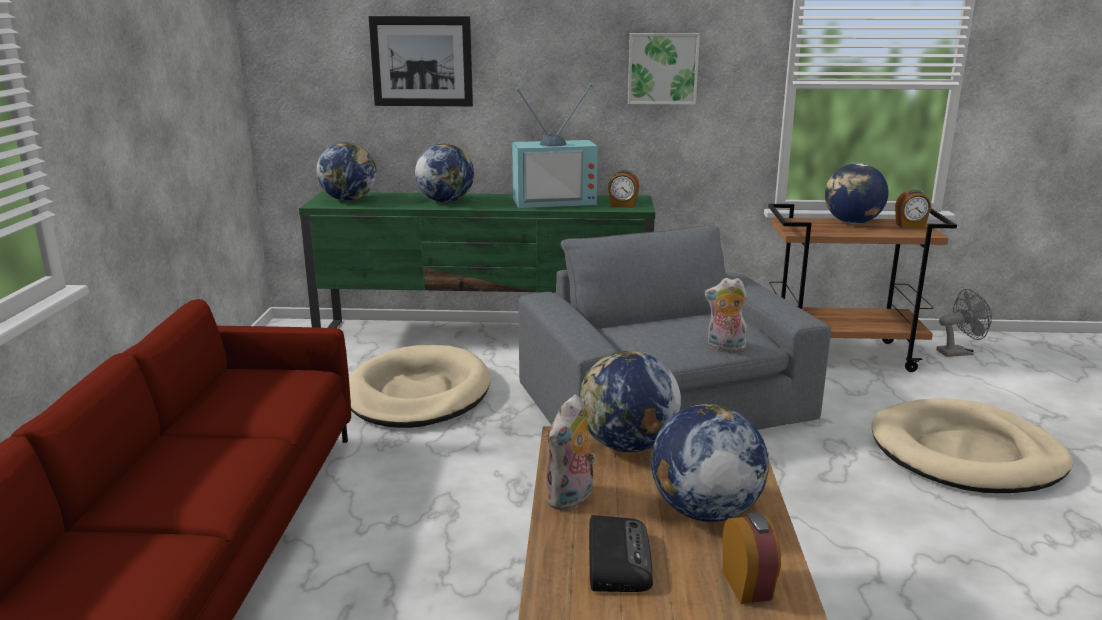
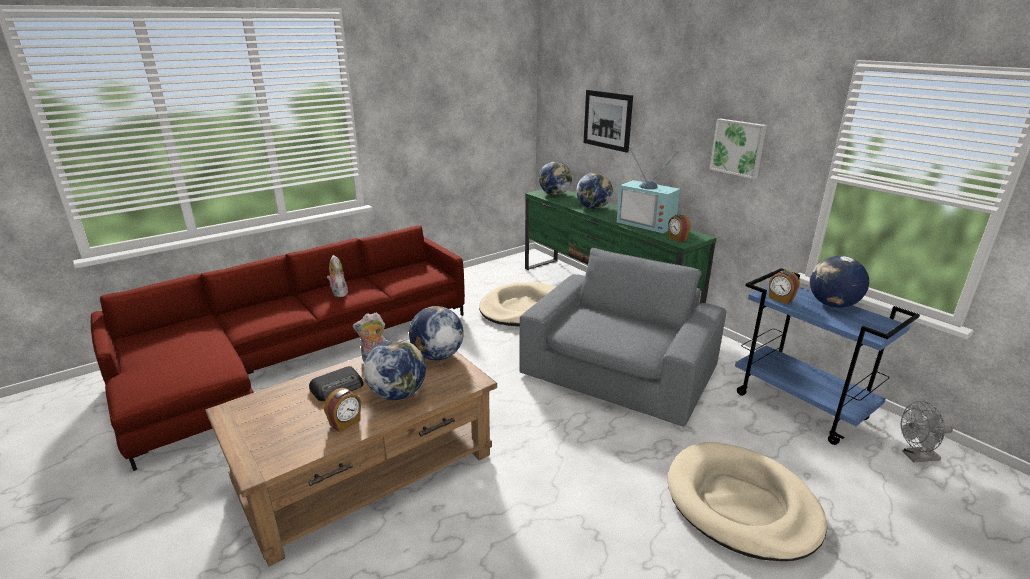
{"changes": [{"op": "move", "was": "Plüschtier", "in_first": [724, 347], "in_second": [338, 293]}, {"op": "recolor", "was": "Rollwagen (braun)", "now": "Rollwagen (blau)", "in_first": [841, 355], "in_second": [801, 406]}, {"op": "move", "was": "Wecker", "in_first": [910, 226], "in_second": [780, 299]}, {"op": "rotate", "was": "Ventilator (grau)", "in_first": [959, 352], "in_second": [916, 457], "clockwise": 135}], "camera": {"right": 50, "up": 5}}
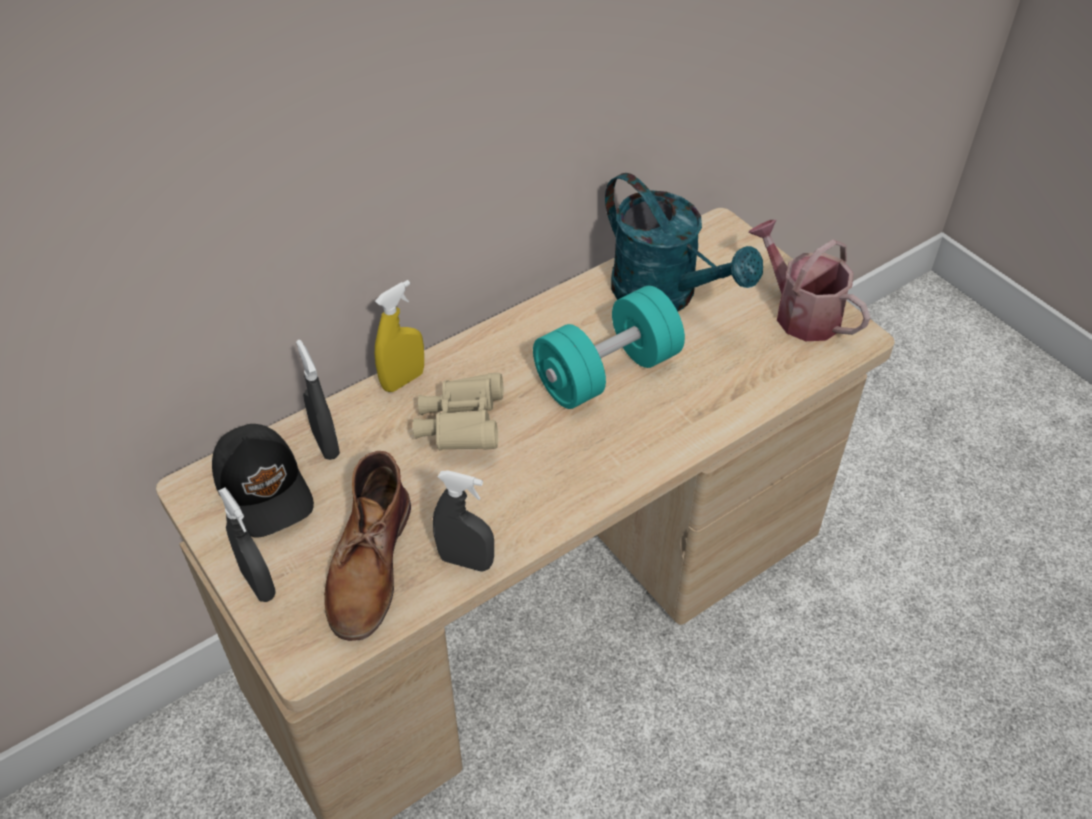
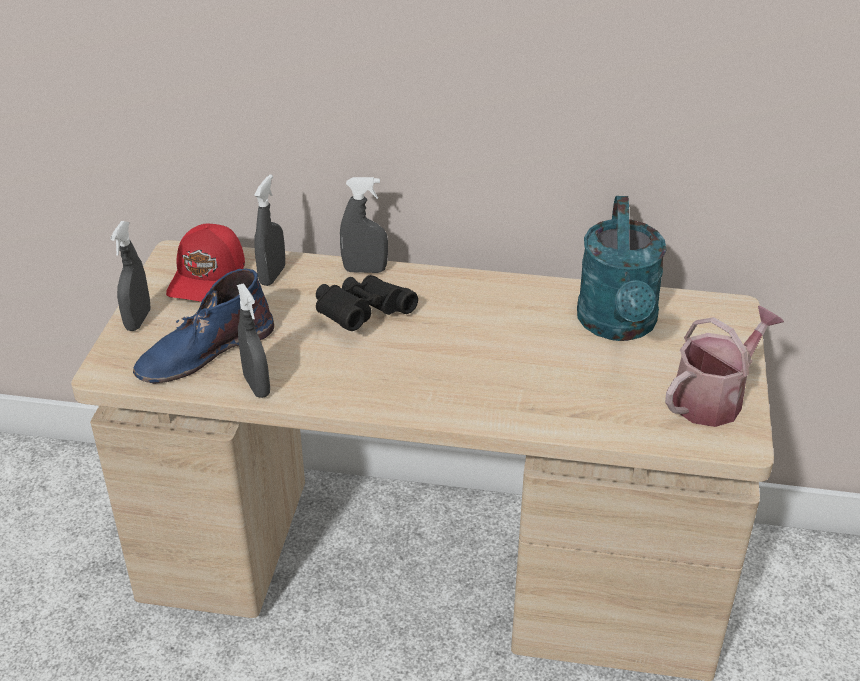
{"changes": [{"op": "recolor", "was": "Stiefel (braun)", "now": "Stiefel (blau)", "in_first": [369, 565], "in_second": [204, 351]}, {"op": "recolor", "was": "Kappe (schwarz)", "now": "Kappe (rot)", "in_first": [265, 489], "in_second": [208, 277]}, {"op": "recolor", "was": "Fernglas (beige)", "now": "Fernglas (schwarz)", "in_first": [462, 427], "in_second": [361, 316]}, {"op": "recolor", "was": "Sprühflasche (gelb)", "now": "Sprühflasche (grau)", "in_first": [403, 380], "in_second": [365, 270]}, {"op": "rotate", "was": "Gießkanne", "in_first": [800, 312], "in_second": [714, 398], "clockwise": 45}, {"op": "delete", "was": "Hantel (türkis)", "in_first": [607, 372]}], "camera": {"right": 45, "up": -10}}
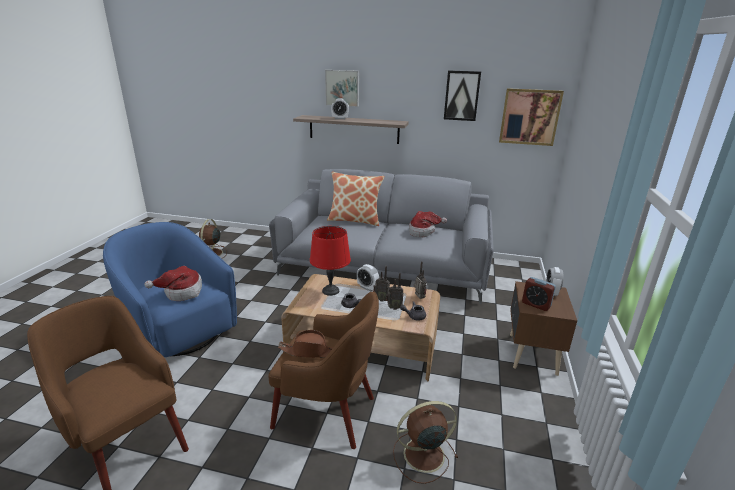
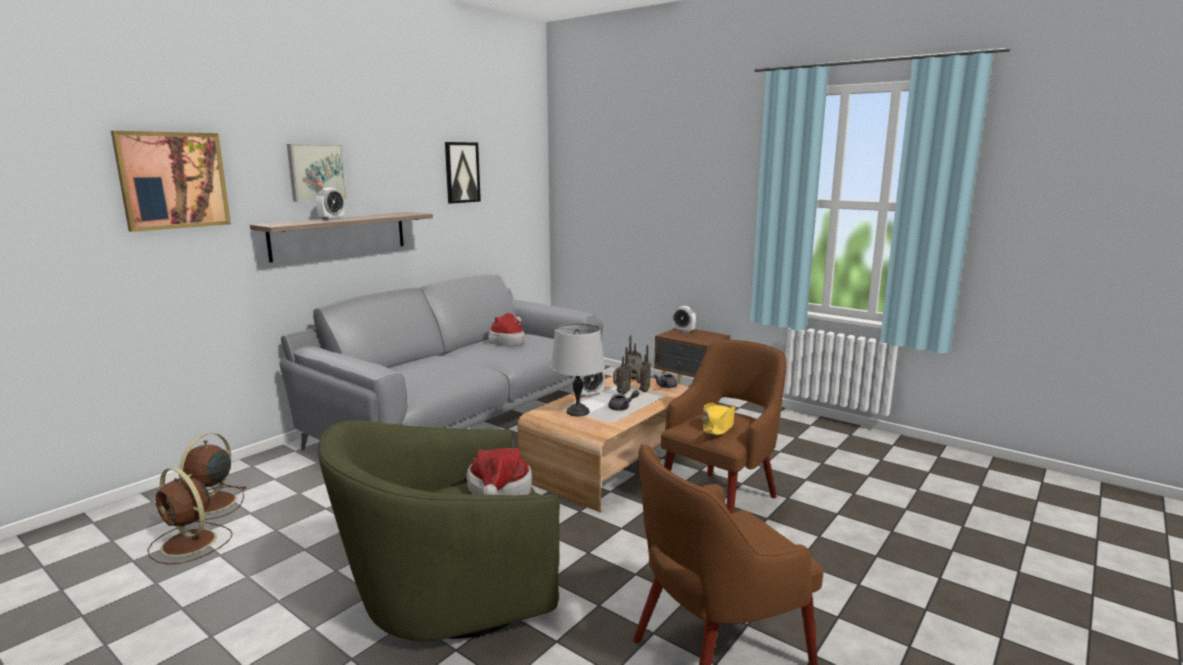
{"changes": [{"op": "move", "was": "Bild", "in_first": [529, 117], "in_second": [173, 180]}, {"op": "move", "was": "Ventilator (braun)", "in_first": [422, 455], "in_second": [211, 504]}, {"op": "recolor", "was": "Sessel (blau)", "now": "Sessel (grün)", "in_first": [179, 330], "in_second": [451, 597]}, {"op": "recolor", "was": "Tischlampe (rot)", "now": "Tischlampe (grau)", "in_first": [330, 291], "in_second": [578, 412]}, {"op": "recolor", "was": "Hut (braun)", "now": "Hut (gelb)", "in_first": [310, 351], "in_second": [718, 426]}, {"op": "delete", "was": "Kissen", "in_first": [355, 220]}, {"op": "delete", "was": "Wecker", "in_first": [536, 304]}], "camera": {"right": -65, "up": -10}}
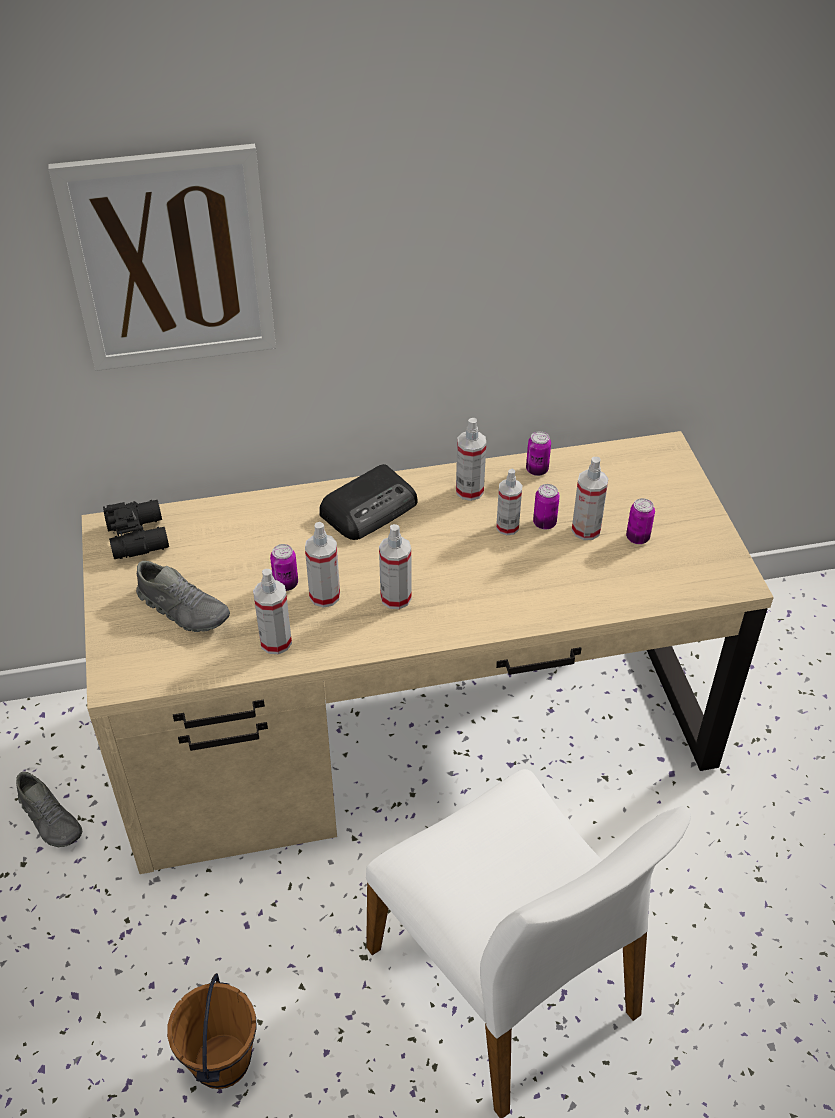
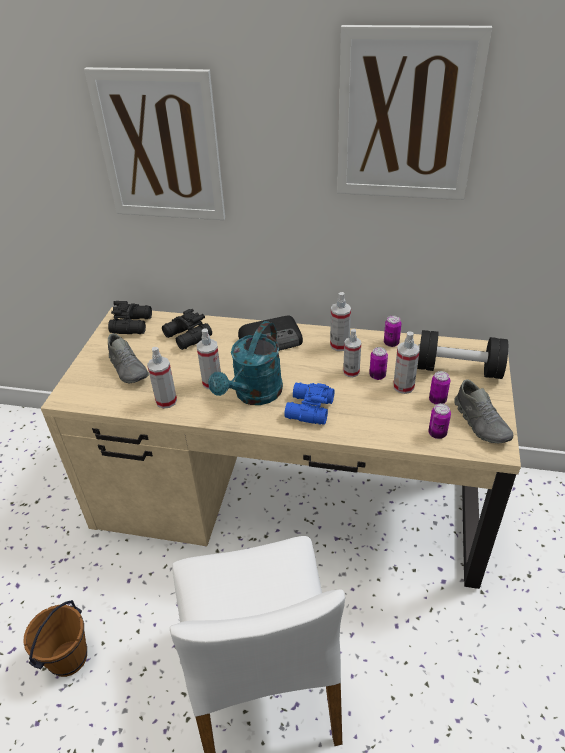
{"changes": [{"op": "insert", "now": "Fernglas (schwarz)", "in_second": [187, 337]}, {"op": "replace", "was": "Sprühflasche", "now": "Gießkanne (türkis)", "in_first": [396, 598], "in_second": [254, 395]}, {"op": "insert", "now": "Fernglas (blau)", "in_second": [308, 409]}, {"op": "insert", "now": "Bild", "in_second": [406, 117]}, {"op": "insert", "now": "Hantel (schwarz)", "in_second": [458, 369]}, {"op": "move", "was": "Dose", "in_first": [286, 584], "in_second": [437, 433]}, {"op": "move", "was": "Schuh (grau)", "in_first": [51, 819], "in_second": [481, 423]}], "camera": {"right": 25, "up": -5}}
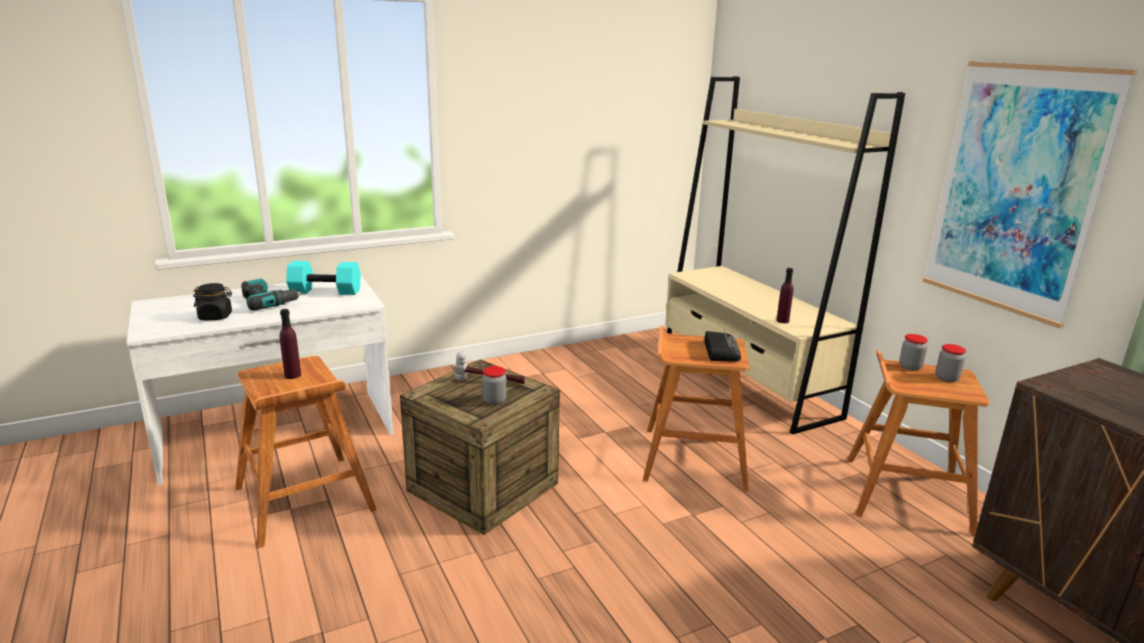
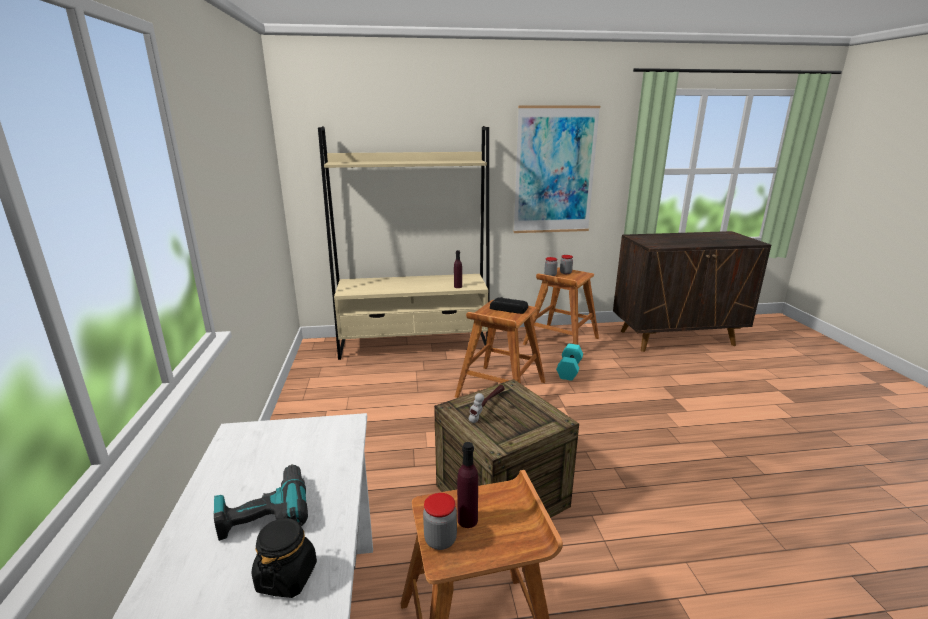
{"changes": [{"op": "move", "was": "Vorratsglas", "in_first": [494, 401], "in_second": [440, 540]}, {"op": "move", "was": "Hantel (türkis)", "in_first": [326, 291], "in_second": [568, 369]}], "camera": {"right": -70, "up": 0}}
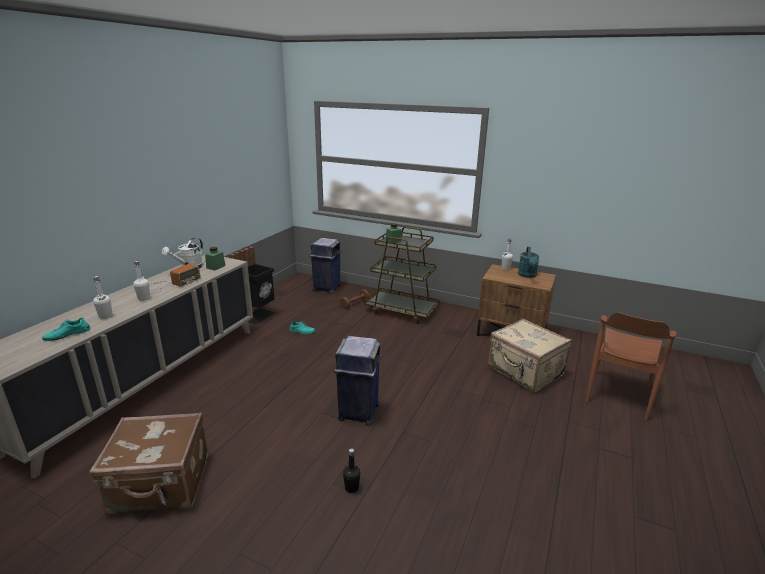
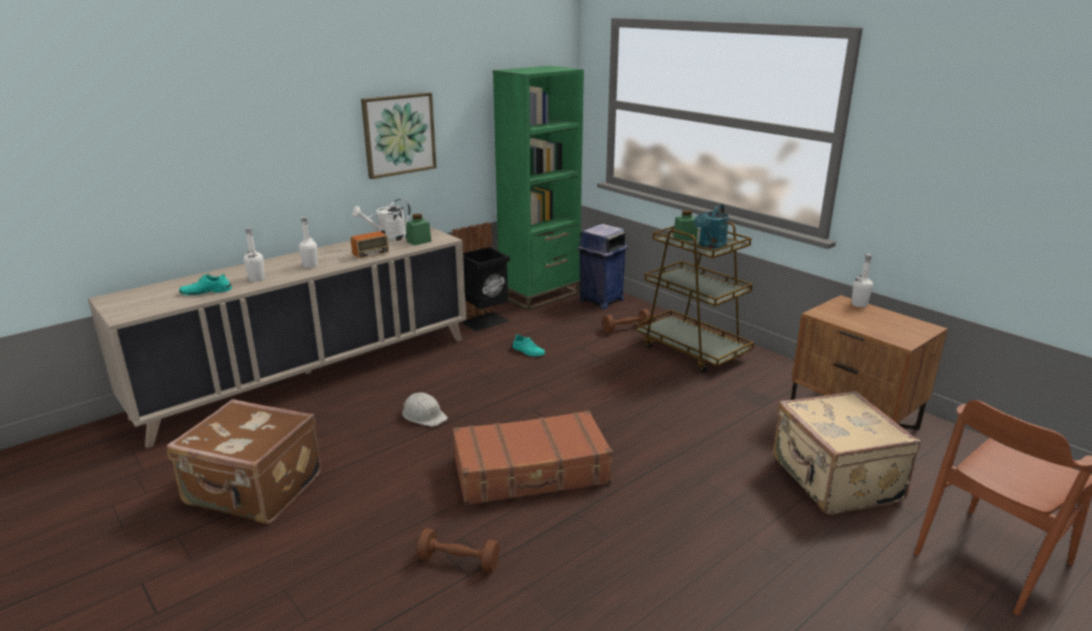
{"changes": [{"op": "insert", "now": "Bild", "in_second": [399, 134]}, {"op": "insert", "now": "Schutzhelm (weiß)", "in_second": [424, 415]}, {"op": "replace", "was": "Flasche (schwarz)", "now": "Hantel (braun)", "in_first": [351, 488], "in_second": [459, 561]}, {"op": "replace", "was": "Mülleimer (blau)", "now": "Koffer (braun)", "in_first": [358, 413], "in_second": [531, 472]}, {"op": "insert", "now": "Bücherregal (grün)", "in_second": [539, 295]}, {"op": "move", "was": "Gießkanne (türkis)", "in_first": [527, 275], "in_second": [710, 246]}], "camera": {"right": 25, "up": 0}}
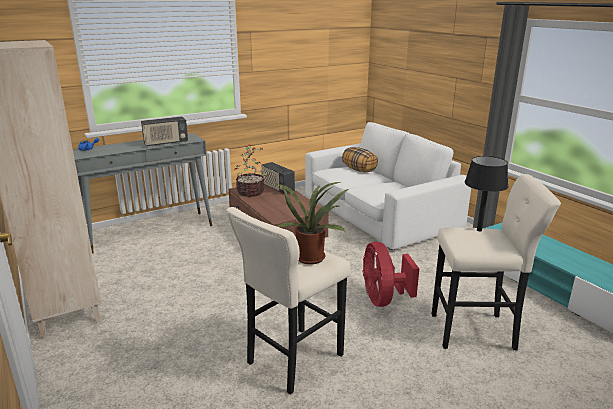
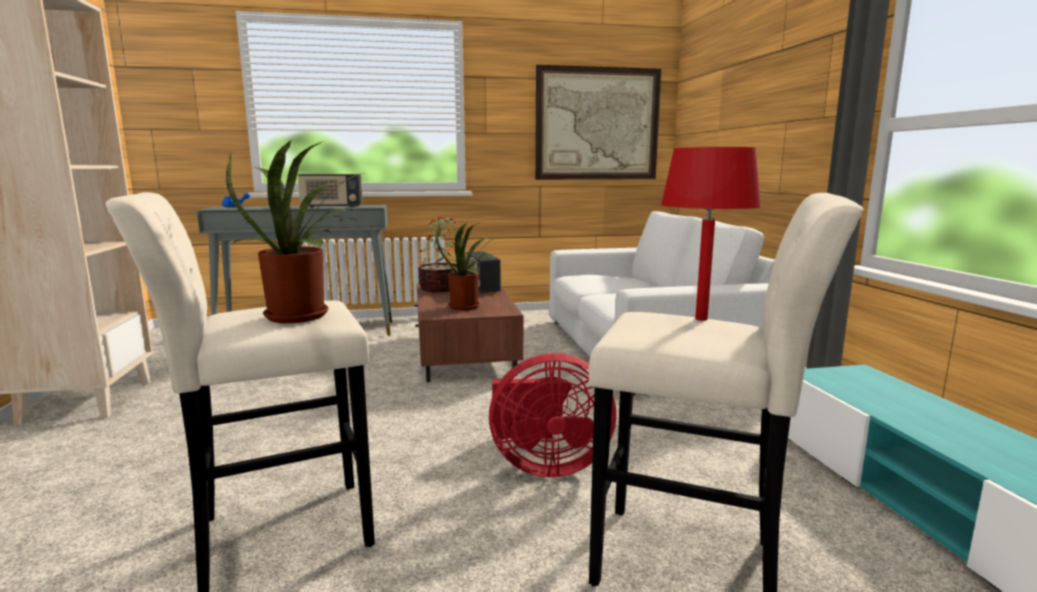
{"changes": [{"op": "insert", "now": "Topfpflanze", "in_second": [467, 306]}, {"op": "rotate", "was": "Ventilator (rot)", "in_first": [383, 299], "in_second": [545, 465], "clockwise": -105}, {"op": "insert", "now": "Bild", "in_second": [597, 124]}, {"op": "recolor", "was": "Tischlampe (schwarz)", "now": "Tischlampe (rot)", "in_first": [479, 230], "in_second": [700, 319]}, {"op": "delete", "was": "Kissen", "in_first": [359, 170]}], "camera": {"right": 20, "up": -10}}
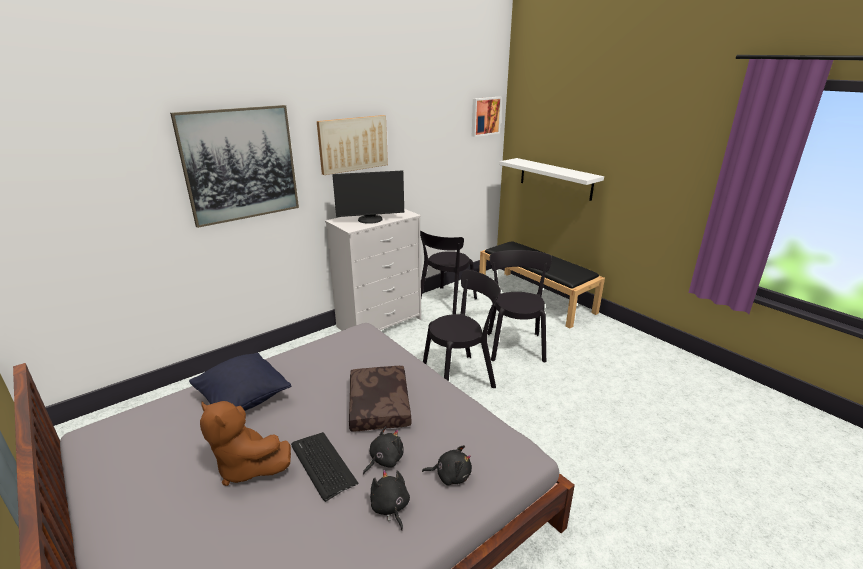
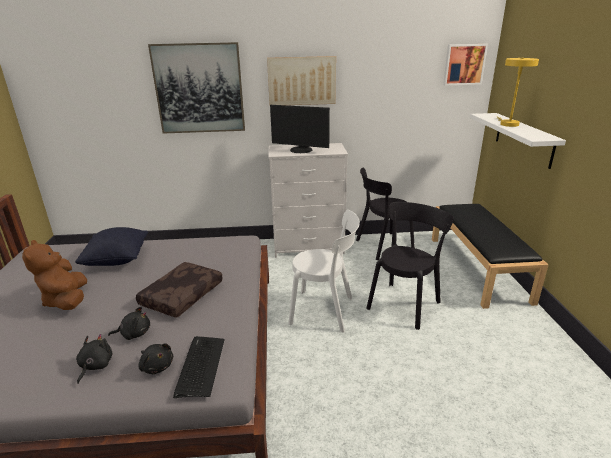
{"changes": [{"op": "move", "was": "Tastatur", "in_first": [322, 465], "in_second": [200, 366]}, {"op": "recolor", "was": "Stuhl (schwarz)", "now": "Stuhl (weiß)", "in_first": [461, 376], "in_second": [325, 311]}, {"op": "insert", "now": "Tischlampe (gelb)", "in_second": [507, 124]}], "camera": {"right": 35, "up": 0}}
